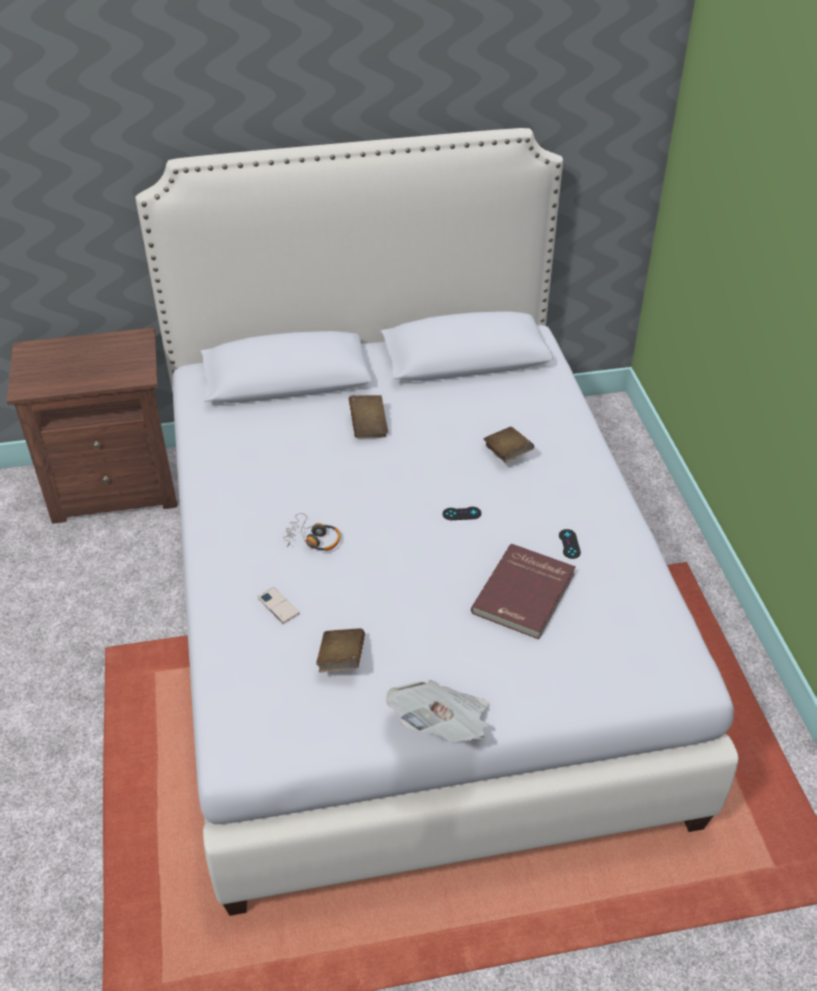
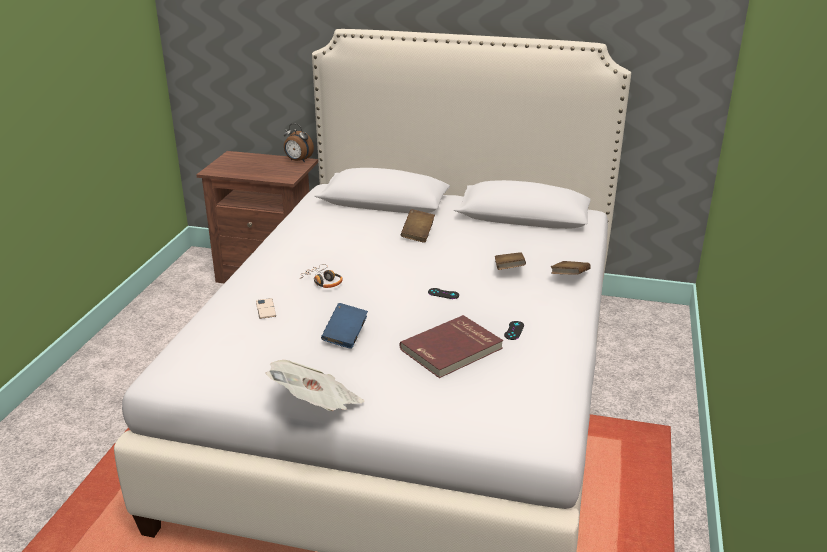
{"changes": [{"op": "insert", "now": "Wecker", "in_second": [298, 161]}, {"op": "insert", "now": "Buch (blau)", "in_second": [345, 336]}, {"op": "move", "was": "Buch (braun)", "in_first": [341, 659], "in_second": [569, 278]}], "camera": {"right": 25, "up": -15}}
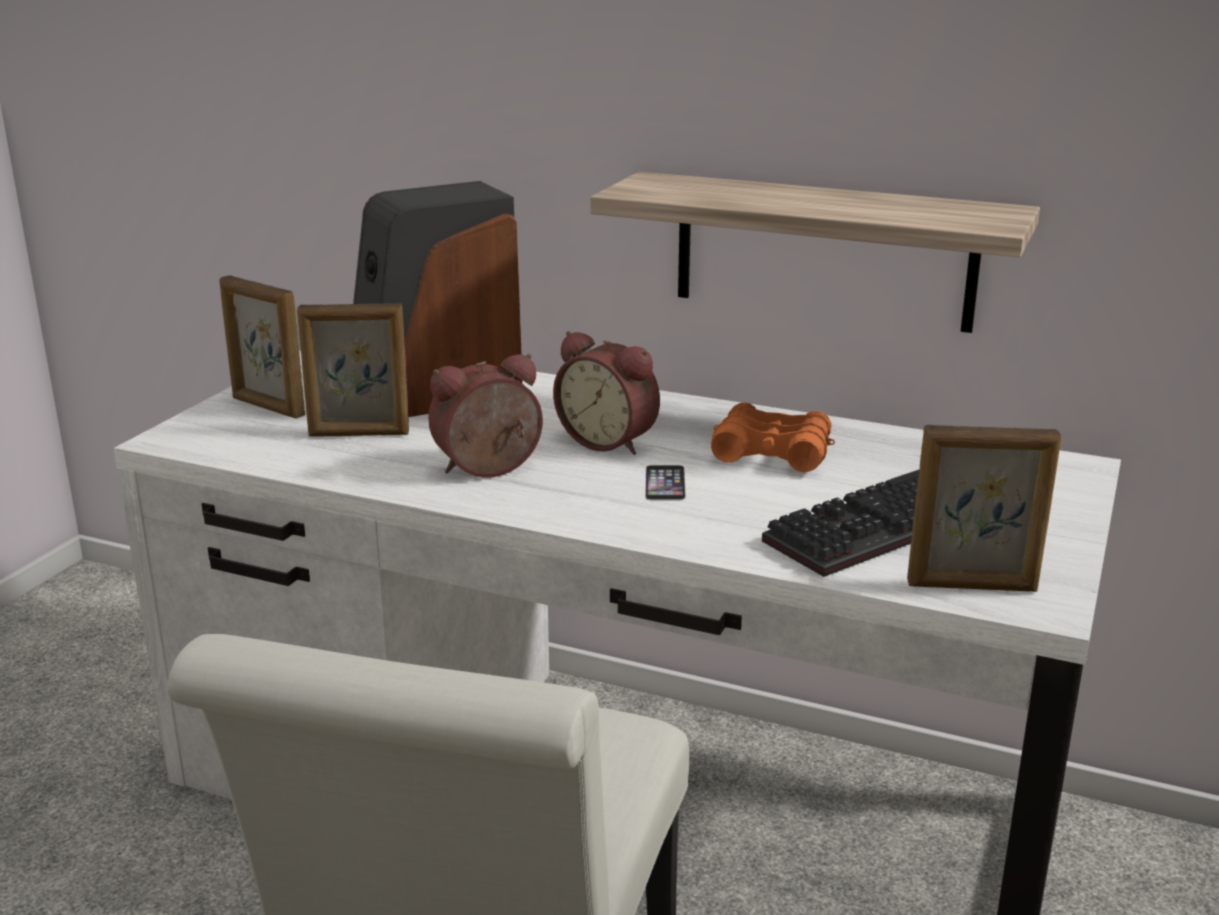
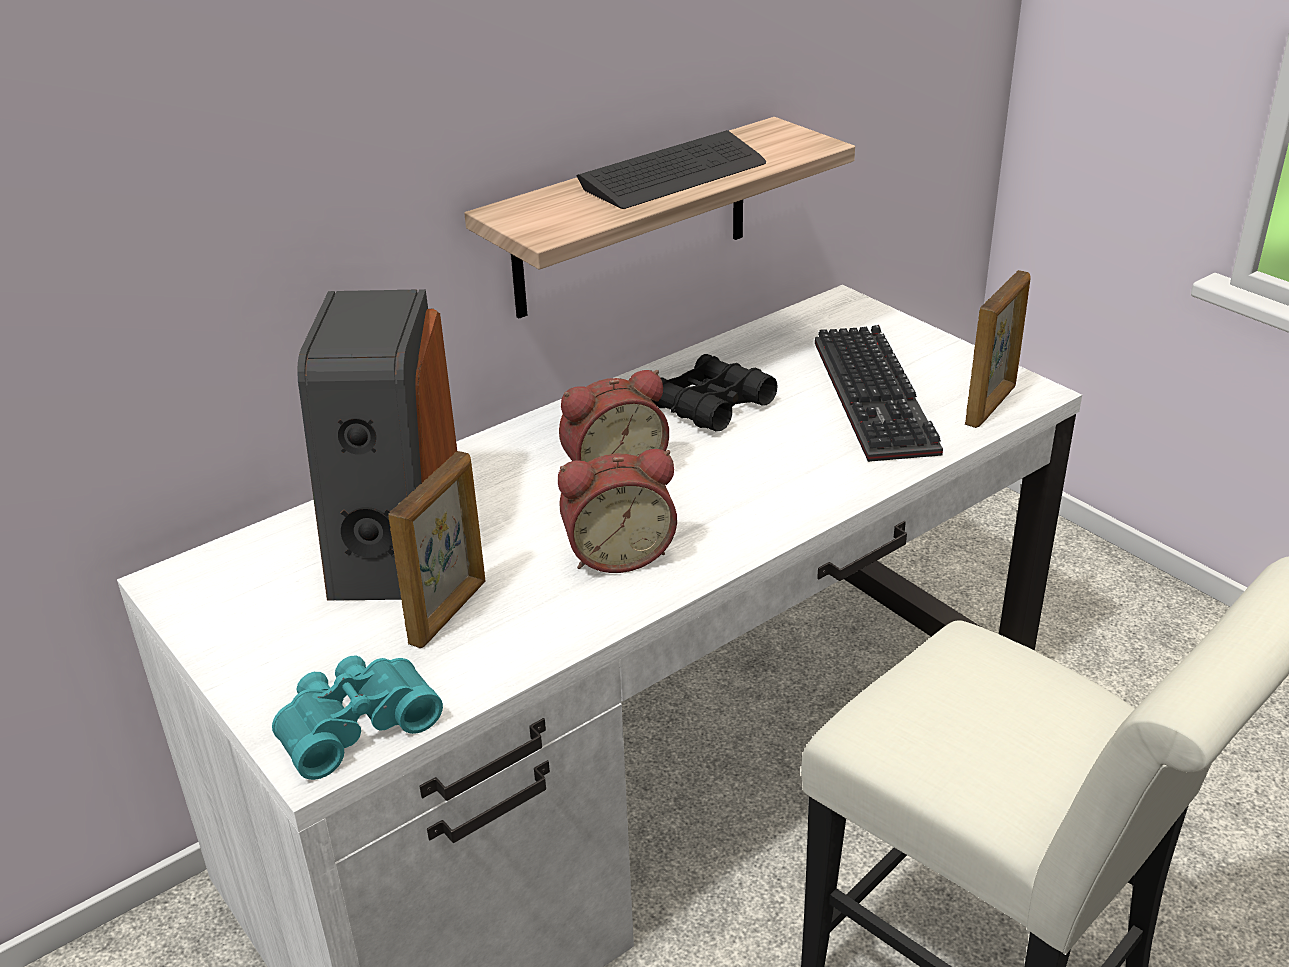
{"changes": [{"op": "insert", "now": "Fernglas (türkis)", "in_second": [355, 724]}, {"op": "rotate", "was": "Wecker", "in_first": [490, 470], "in_second": [618, 553], "clockwise": -105}, {"op": "insert", "now": "Tastatur", "in_second": [674, 175]}, {"op": "recolor", "was": "Fernglas (orange)", "now": "Fernglas (schwarz)", "in_first": [771, 452], "in_second": [711, 405]}, {"op": "delete", "was": "Bilderrahmen", "in_first": [267, 407]}, {"op": "delete", "was": "Handy", "in_first": [665, 483]}], "camera": {"right": -60, "up": 10}}
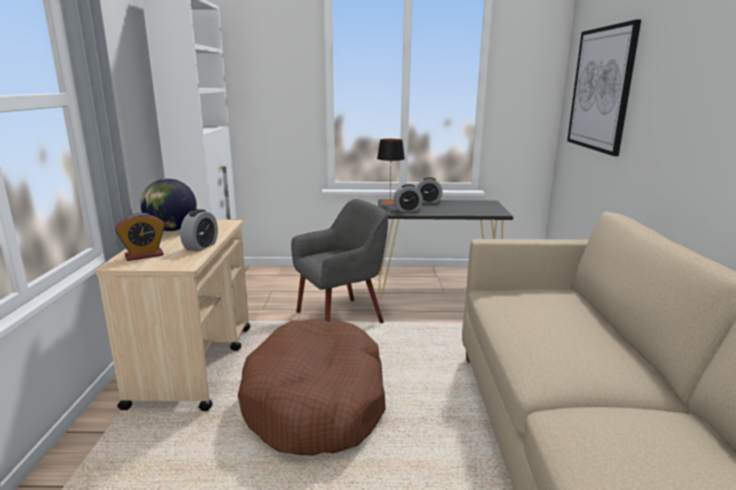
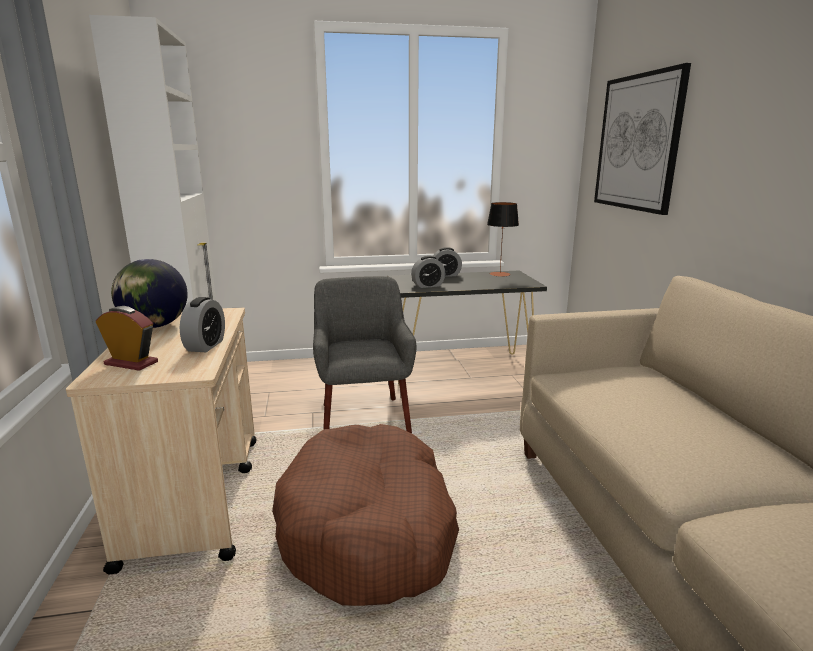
{"changes": [{"op": "rotate", "was": "Wecker", "in_first": [144, 255], "in_second": [131, 363], "clockwise": -120}, {"op": "rotate", "was": "Sessel (grau)", "in_first": [341, 317], "in_second": [363, 417], "clockwise": -60}, {"op": "move", "was": "Tischlampe", "in_first": [390, 202], "in_second": [500, 274]}], "camera": {"right": -10, "up": 0}}
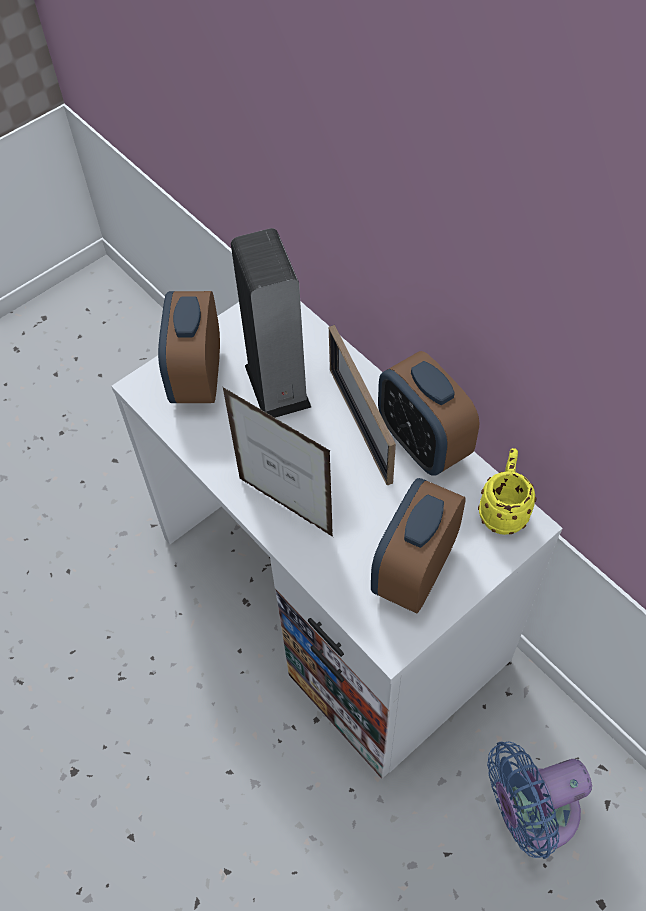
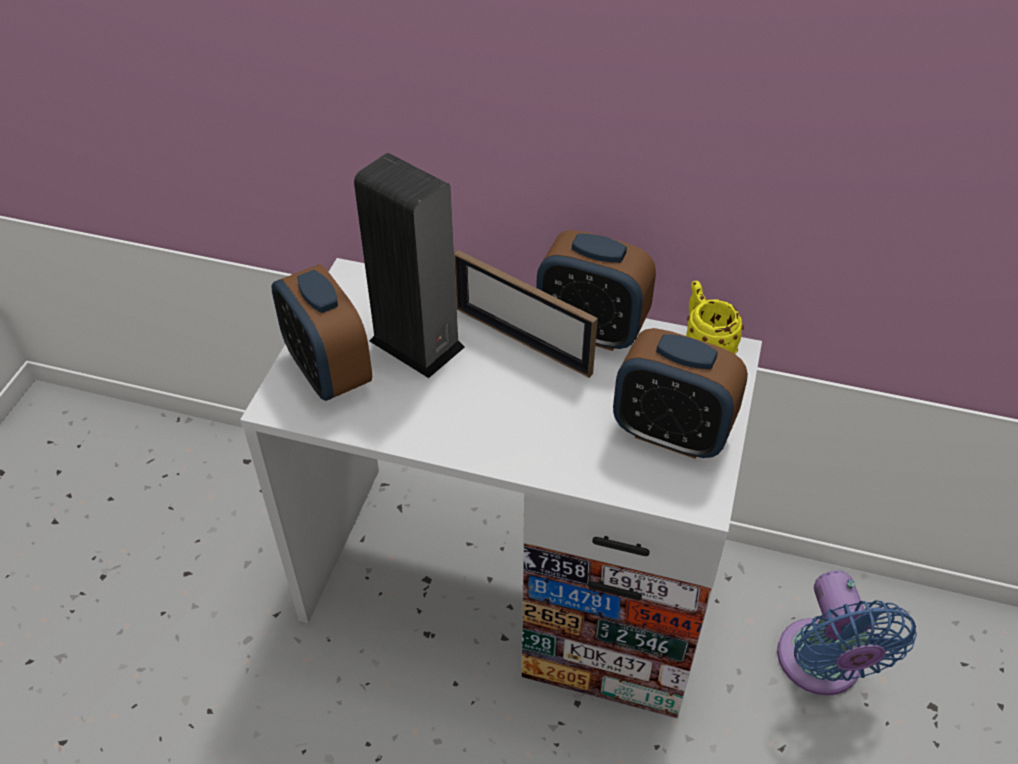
{"changes": [{"op": "rotate", "was": "Wecker", "in_first": [414, 570], "in_second": [671, 433], "clockwise": -60}, {"op": "rotate", "was": "Ventilator (blau)", "in_first": [531, 812], "in_second": [821, 666], "clockwise": -45}, {"op": "delete", "was": "Bilderrahmen", "in_first": [285, 507]}], "camera": {"right": -35, "up": -10}}
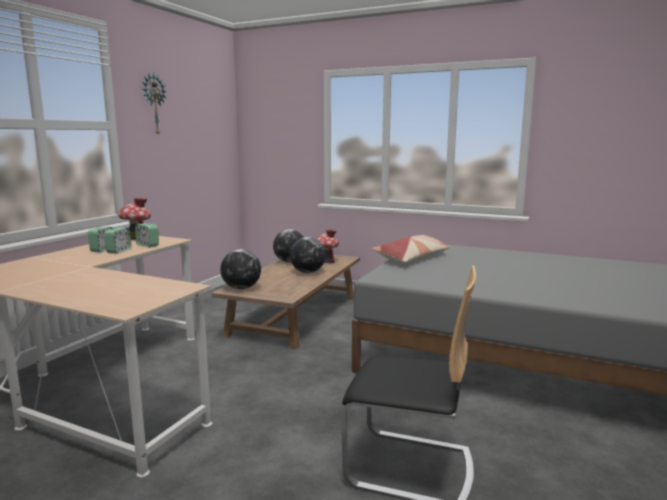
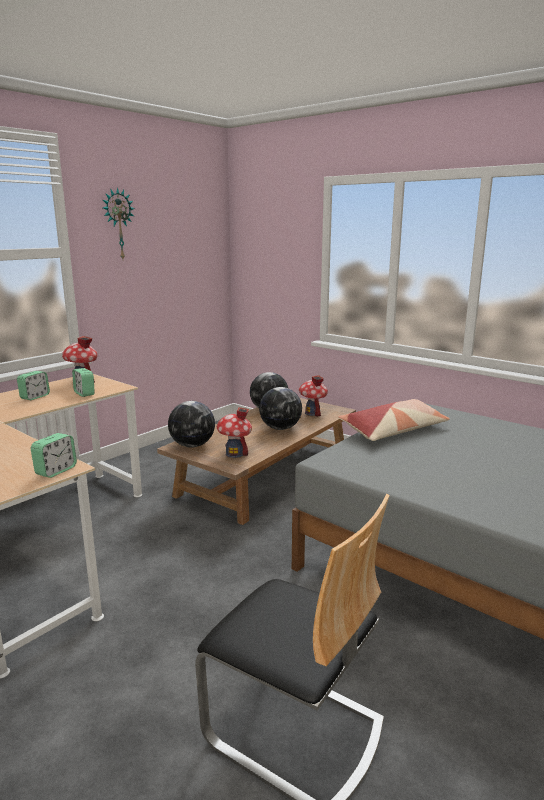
{"changes": [{"op": "move", "was": "Wecker", "in_first": [119, 251], "in_second": [56, 471]}, {"op": "insert", "now": "Spielzeughaus", "in_second": [235, 453]}], "camera": {"right": 15, "up": 5}}
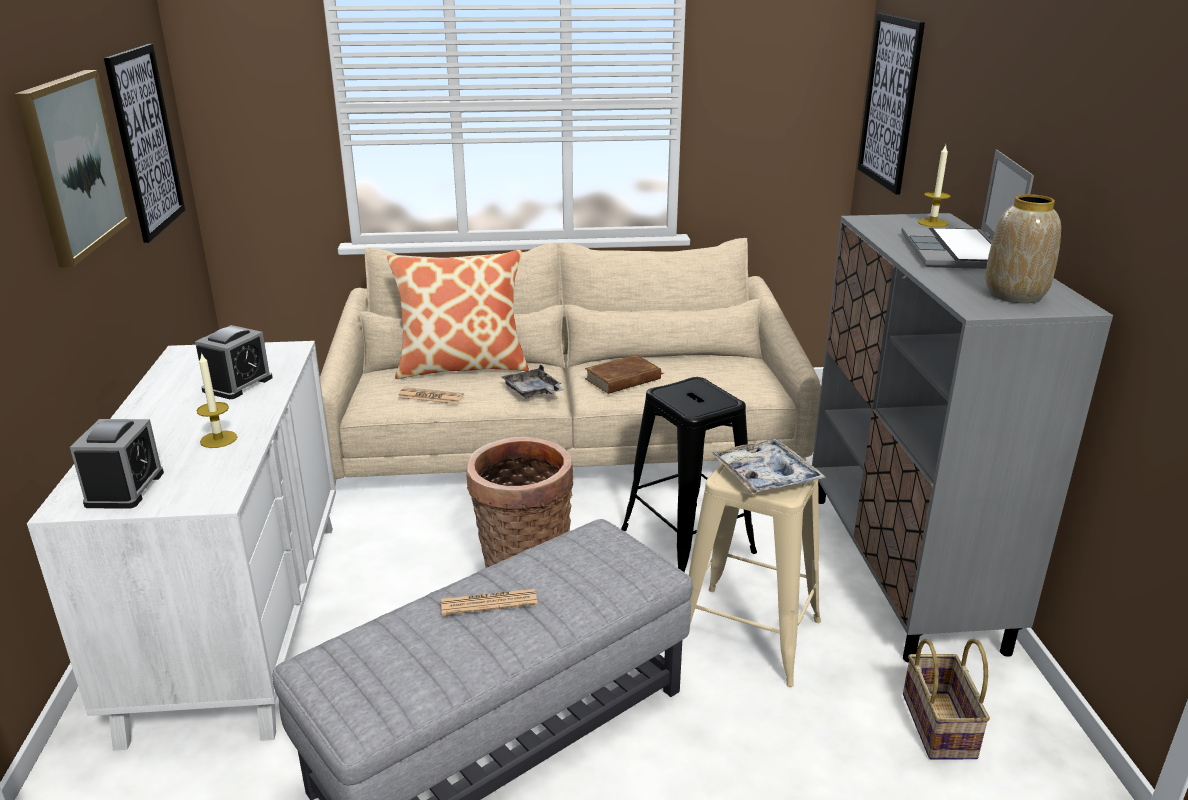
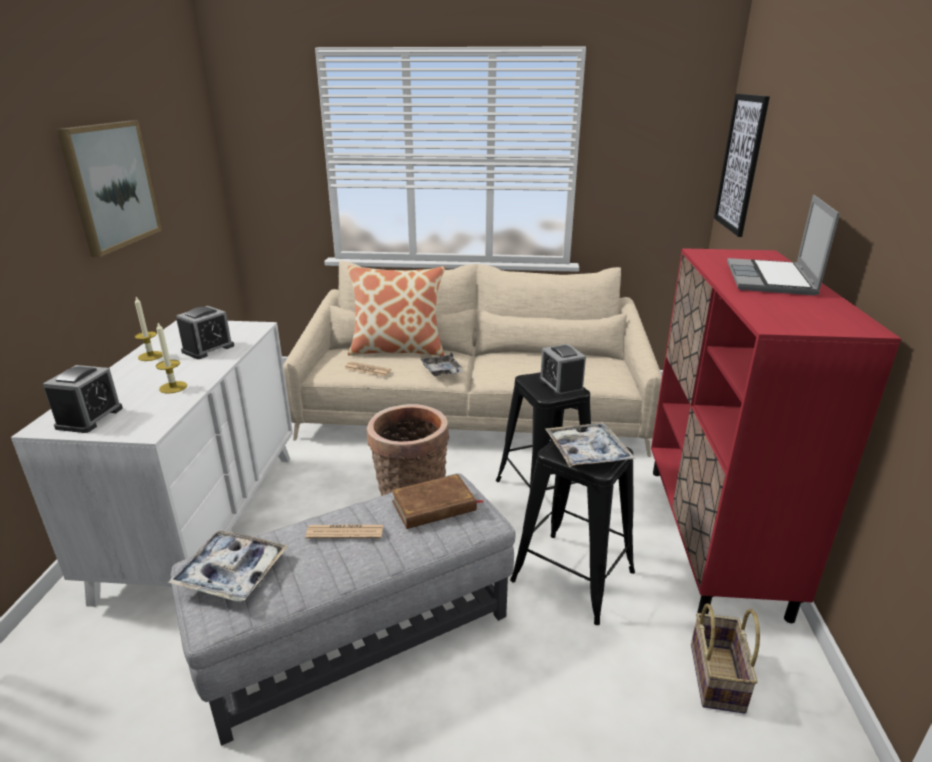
{"changes": [{"op": "move", "was": "Kerze", "in_first": [932, 223], "in_second": [150, 356]}, {"op": "insert", "now": "Tablett", "in_second": [232, 572]}, {"op": "move", "was": "Buch (braun)", "in_first": [623, 379], "in_second": [434, 506]}, {"op": "recolor", "was": "Hocker (beige)", "now": "Hocker (schwarz)", "in_first": [747, 634], "in_second": [572, 576]}, {"op": "insert", "now": "Wecker", "in_second": [561, 386]}, {"op": "recolor", "was": "Schrank (grau)", "now": "Schrank (rot)", "in_first": [902, 569], "in_second": [713, 536]}, {"op": "delete", "was": "Bild", "in_first": [145, 141]}, {"op": "delete", "was": "Vase", "in_first": [1014, 295]}], "camera": {"right": 10, "up": 0}}
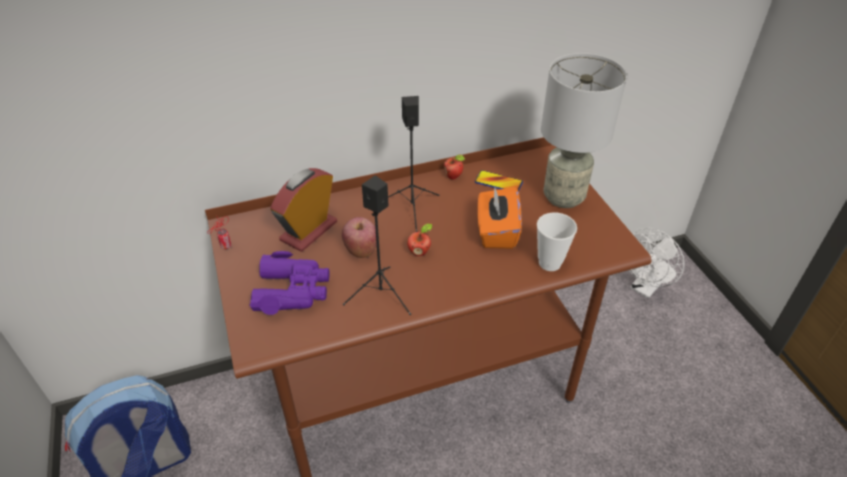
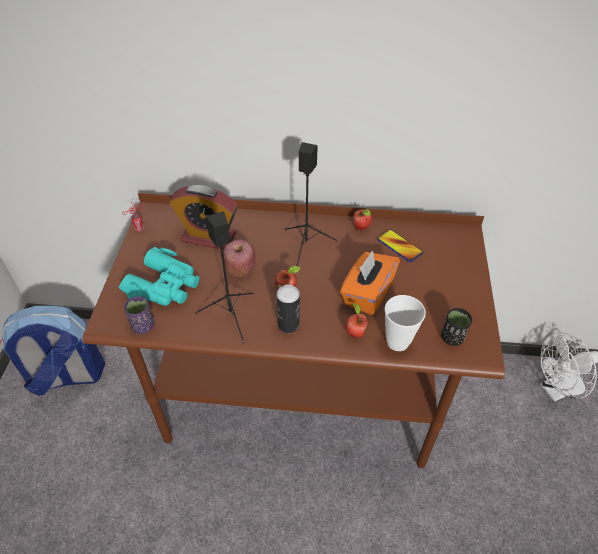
{"changes": [{"op": "recolor", "was": "Fernglas (lila)", "now": "Fernglas (türkis)", "in_first": [293, 290], "in_second": [165, 285]}, {"op": "insert", "now": "Tasse (lila)", "in_second": [143, 326]}, {"op": "rotate", "was": "Wecker", "in_first": [309, 231], "in_second": [209, 237], "clockwise": -135}, {"op": "insert", "now": "Dose", "in_second": [288, 325]}, {"op": "insert", "now": "Apfel", "in_second": [354, 333]}, {"op": "insert", "now": "Tasse (schwarz)", "in_second": [452, 337]}, {"op": "delete", "was": "Tischlampe (grau)", "in_first": [564, 197]}], "camera": {"right": 25, "up": 5}}
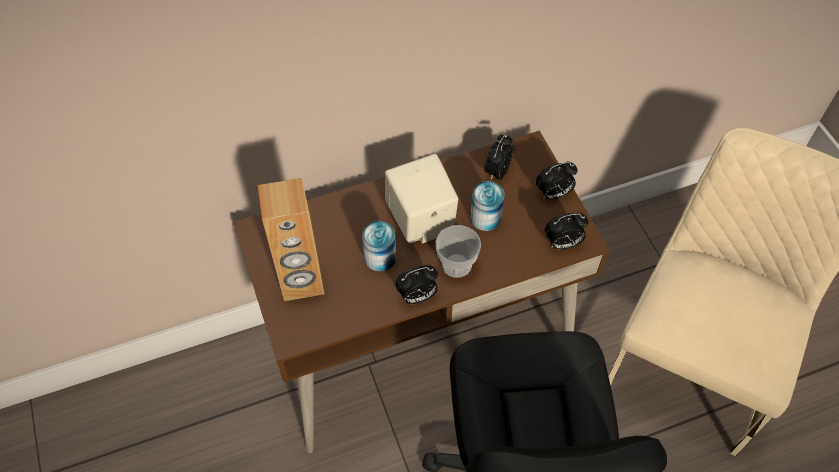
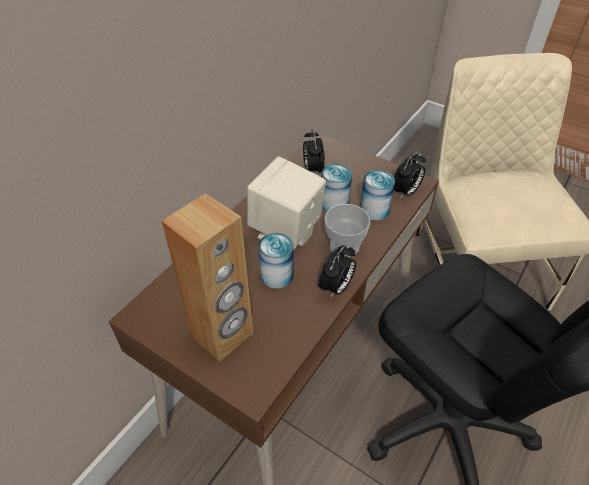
{"changes": [{"op": "insert", "now": "Dose", "in_second": [374, 210]}, {"op": "delete", "was": "Wecker", "in_first": [553, 194]}], "camera": {"right": -35, "up": -10}}
